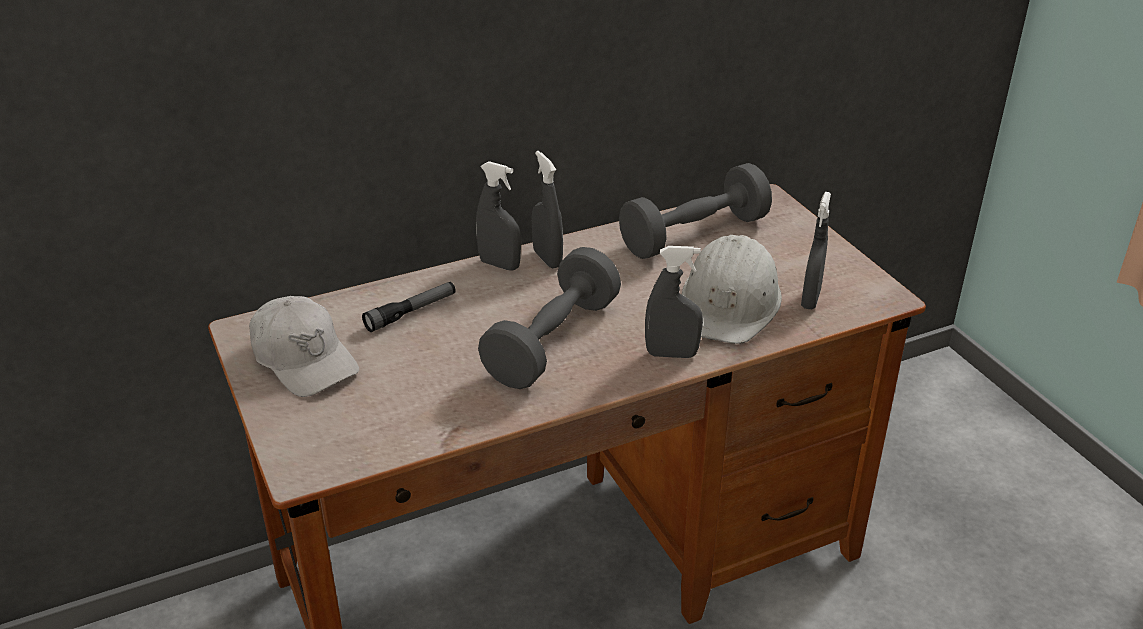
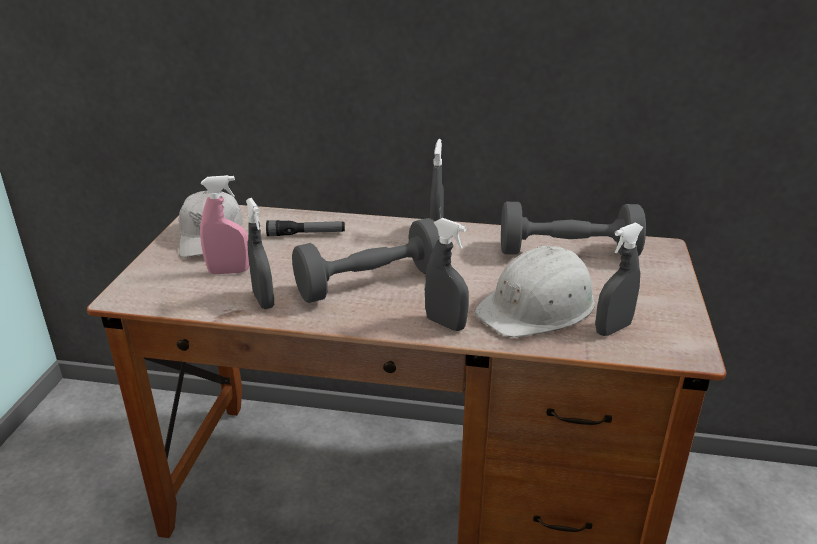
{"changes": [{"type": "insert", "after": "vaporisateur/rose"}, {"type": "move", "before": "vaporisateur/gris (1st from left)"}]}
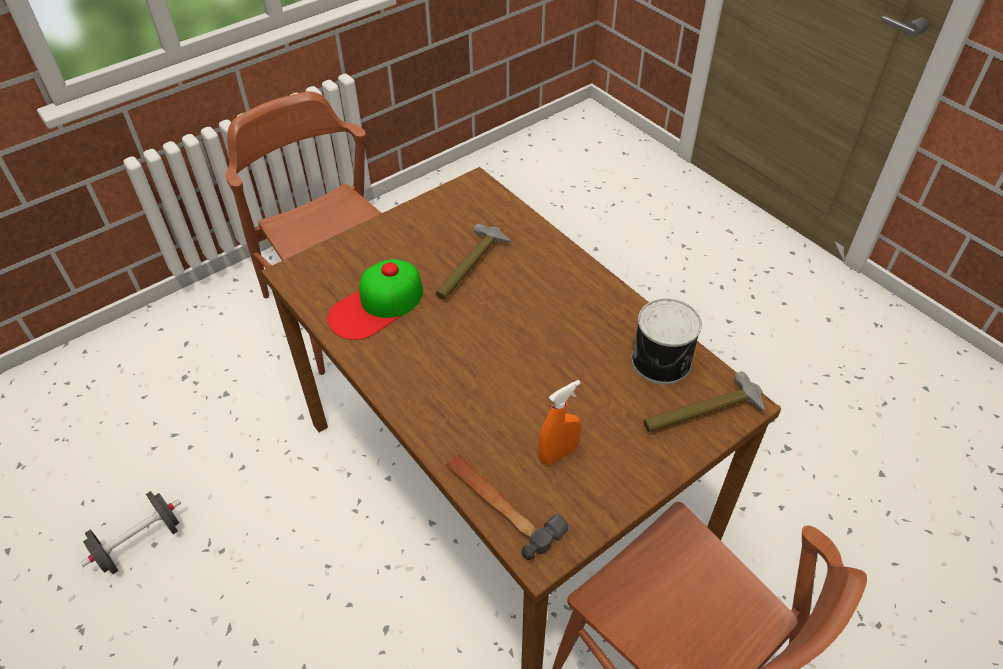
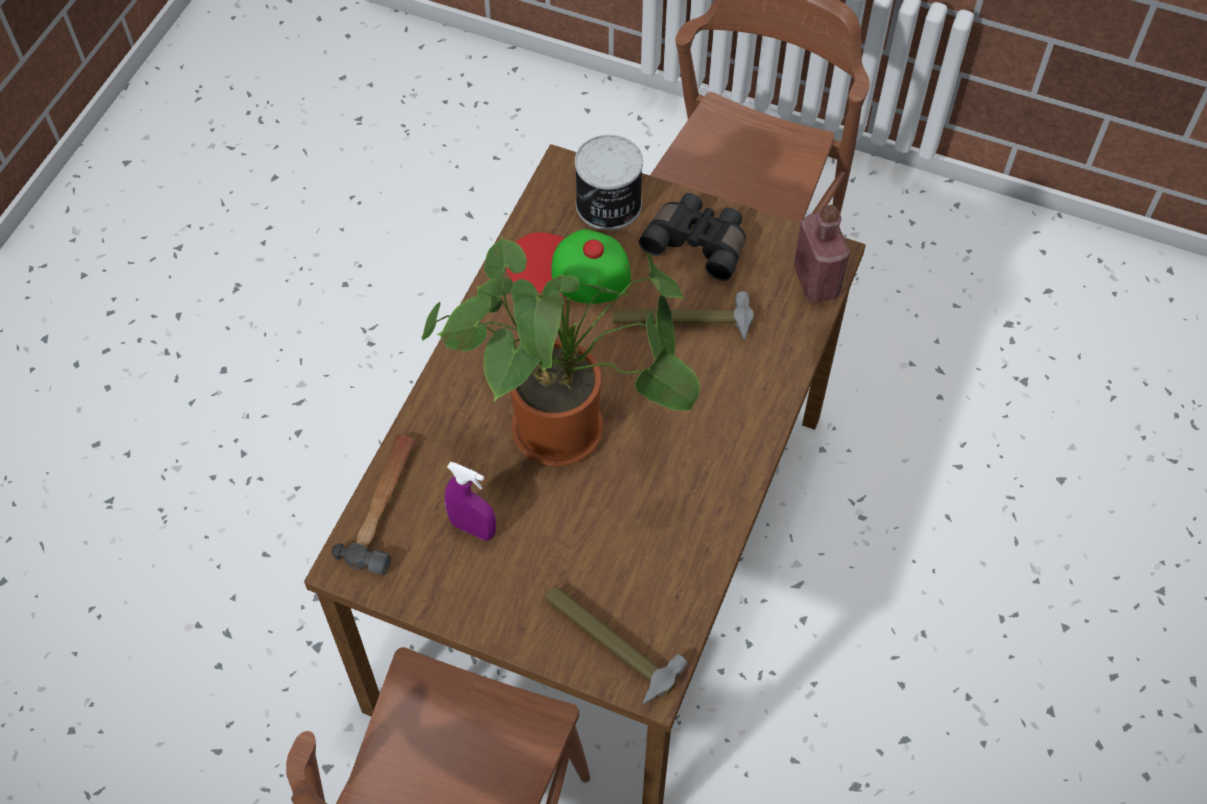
{"changes": [{"type": "delete", "before": "haltère/noir"}, {"type": "insert", "after": "plante en pot"}, {"type": "insert", "after": "jumelles/noir"}, {"type": "insert", "after": "bouteille/rouge"}, {"type": "move", "before": "boîte métallique"}, {"type": "recolor", "before": "vaporisateur/orange", "after": "vaporisateur/violet"}]}
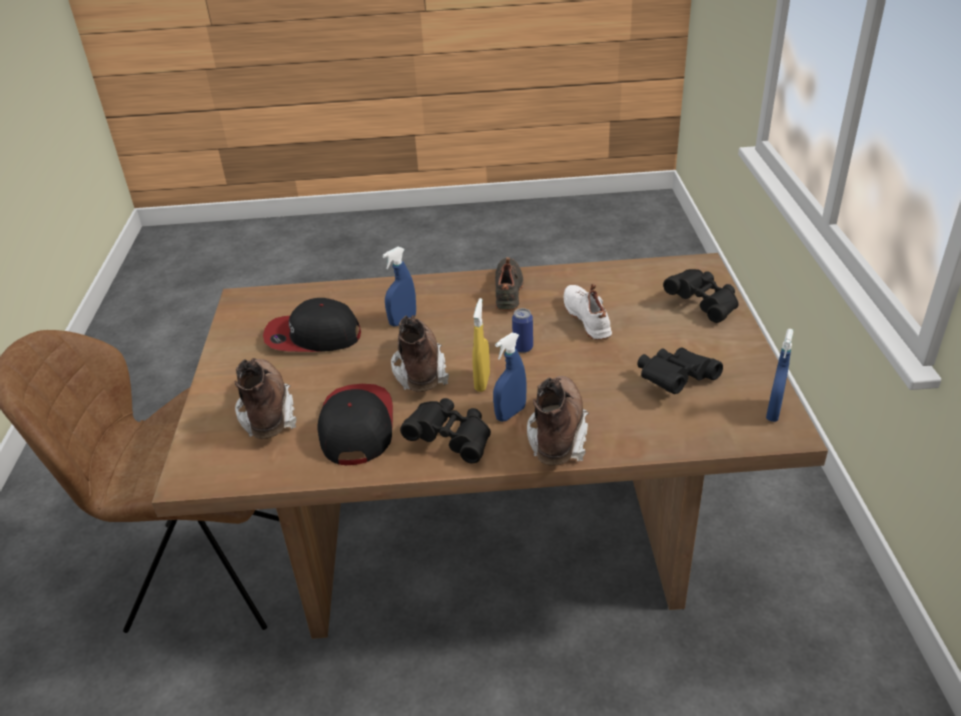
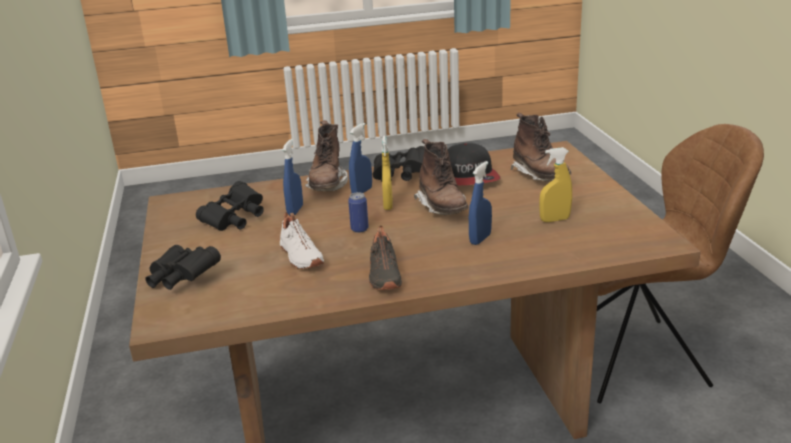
{"changes": [{"type": "move", "before": "vaporisateur/bleu (3rd from left in the first image)", "after": "vaporisateur/bleu (1st from left)"}, {"type": "replace", "before": "casquette (1st from left)", "after": "vaporisateur/jaune (2nd from left)"}]}
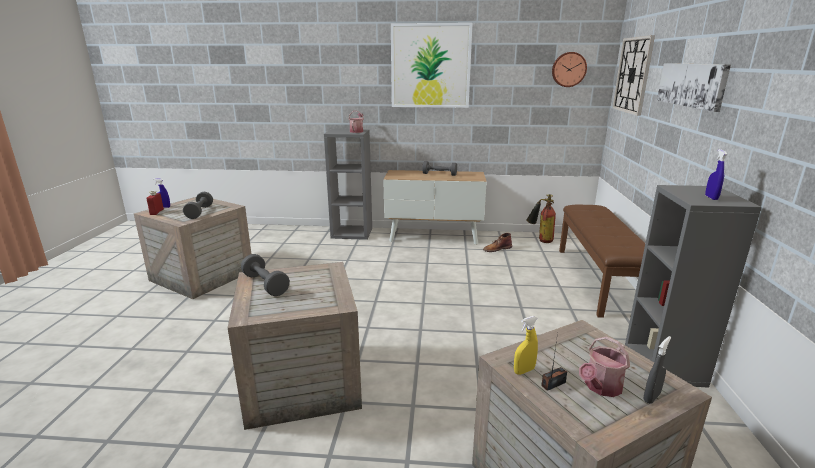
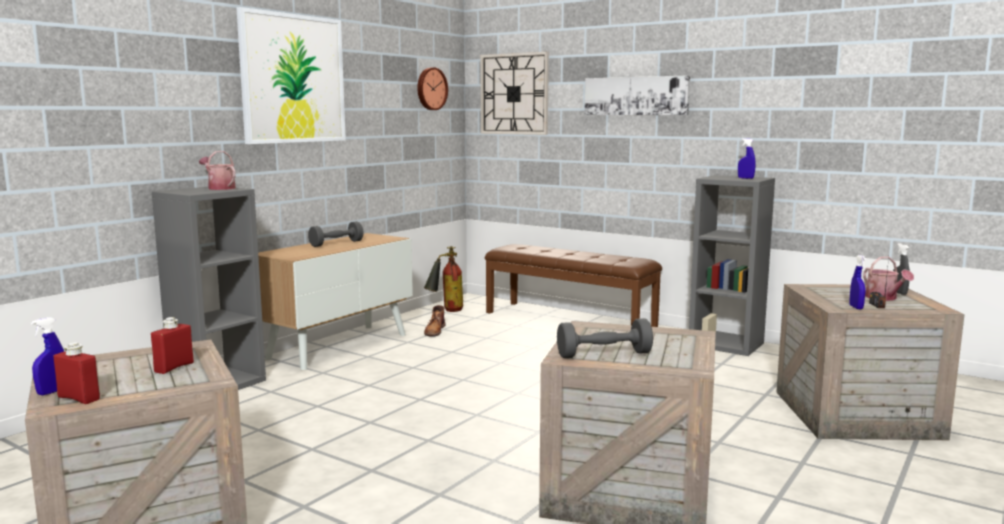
{"changes": [{"type": "replace", "before": "haltère/gris (1st from left)", "after": "bouteille/rouge (2nd from left)"}, {"type": "recolor", "before": "vaporisateur/jaune", "after": "vaporisateur/bleu (3rd from left)"}]}
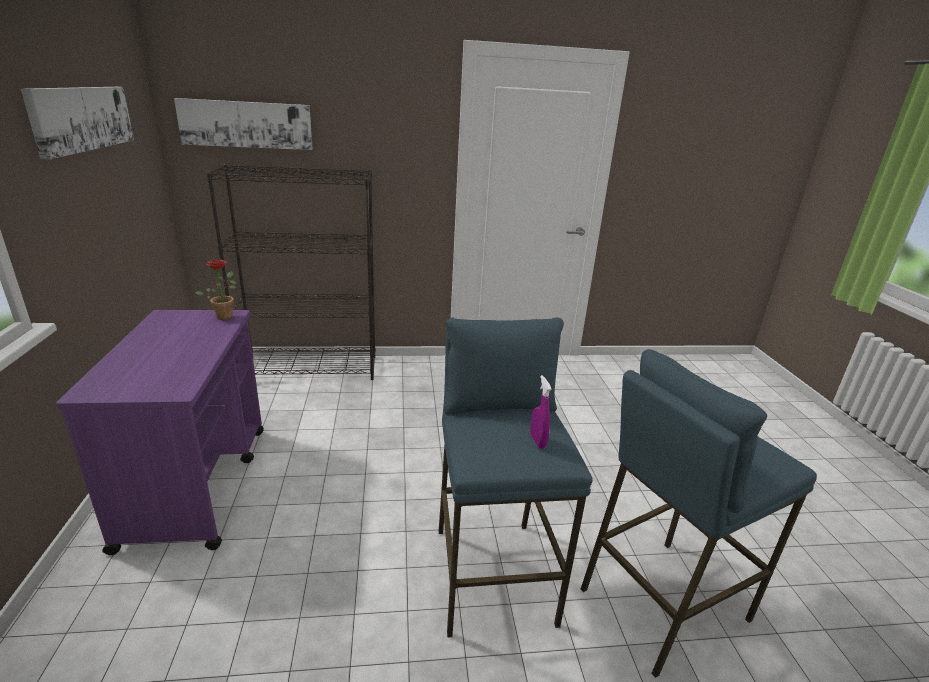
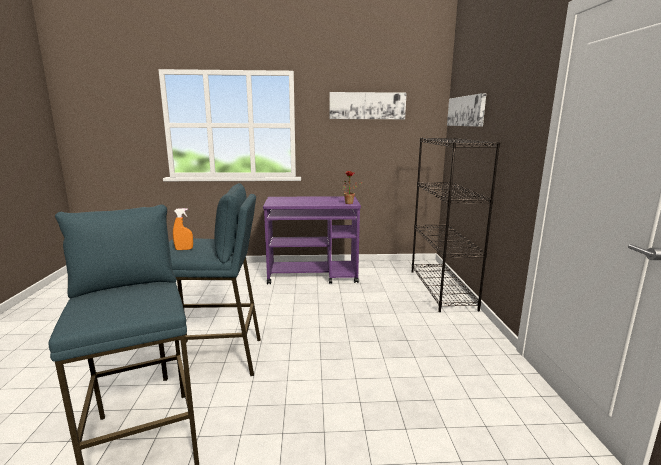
{"changes": [{"type": "recolor", "before": "vaporisateur/violet", "after": "vaporisateur/orange"}]}
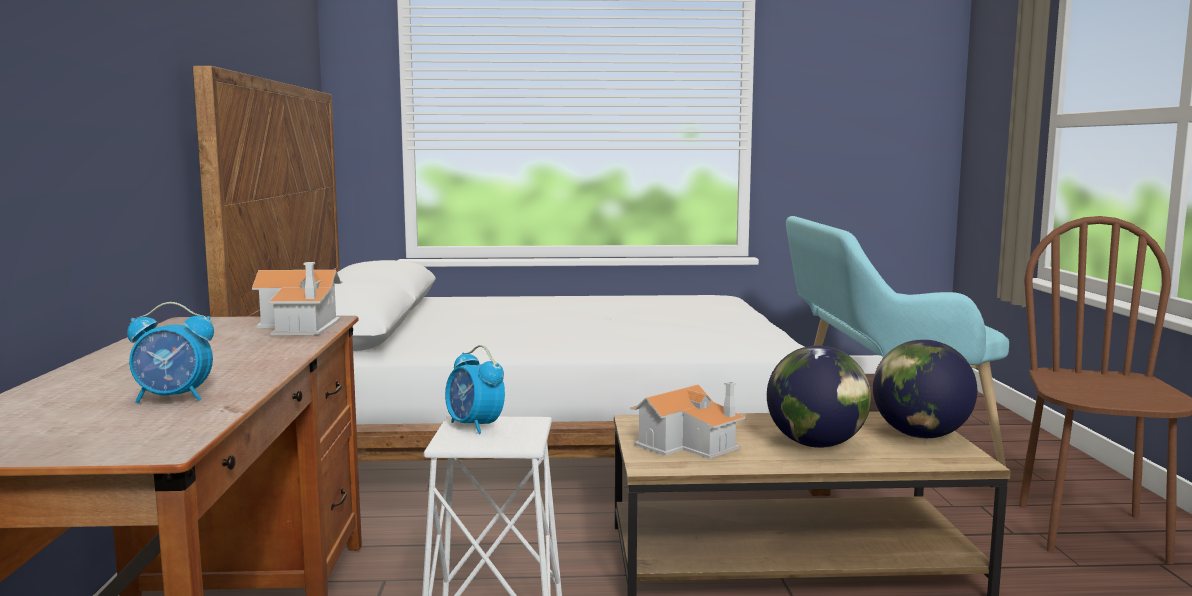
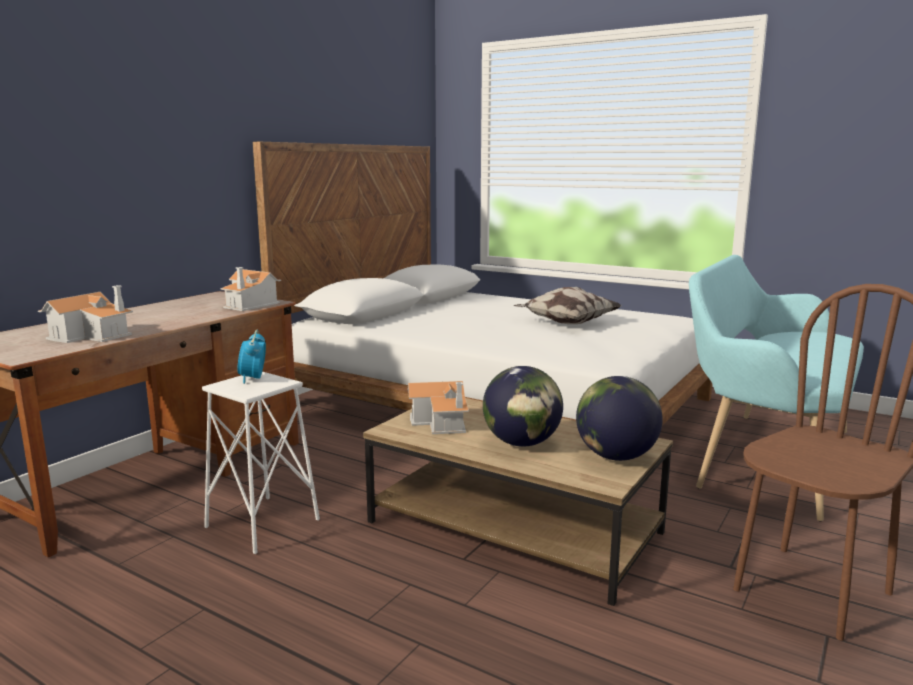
{"changes": [{"type": "insert", "after": "coussin"}, {"type": "replace", "before": "réveil (1st from left)", "after": "maison miniature (1st from left)"}]}
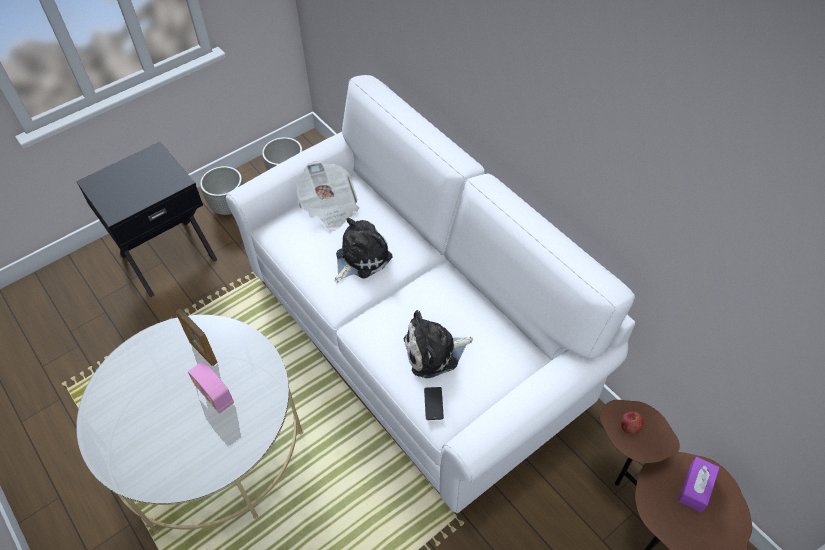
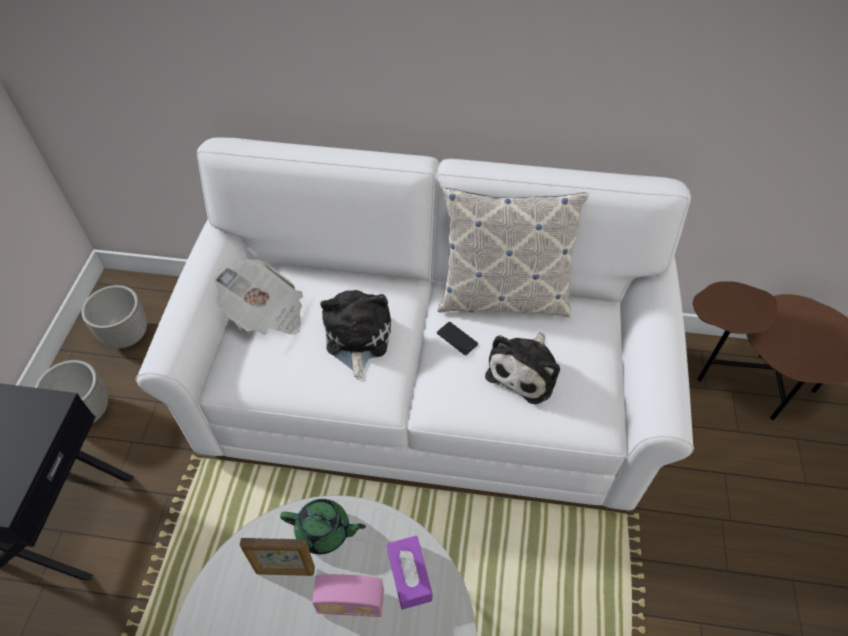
{"changes": [{"type": "delete", "before": "pomme"}, {"type": "insert", "after": "théière/vert"}, {"type": "insert", "after": "coussin"}, {"type": "move", "before": "téléphone"}, {"type": "move", "before": "boîte à mouchoirs/violet"}]}
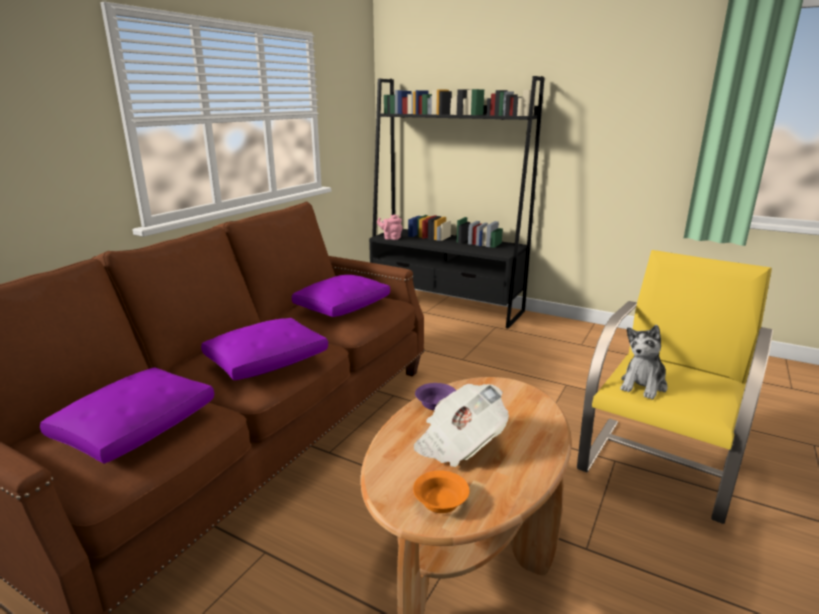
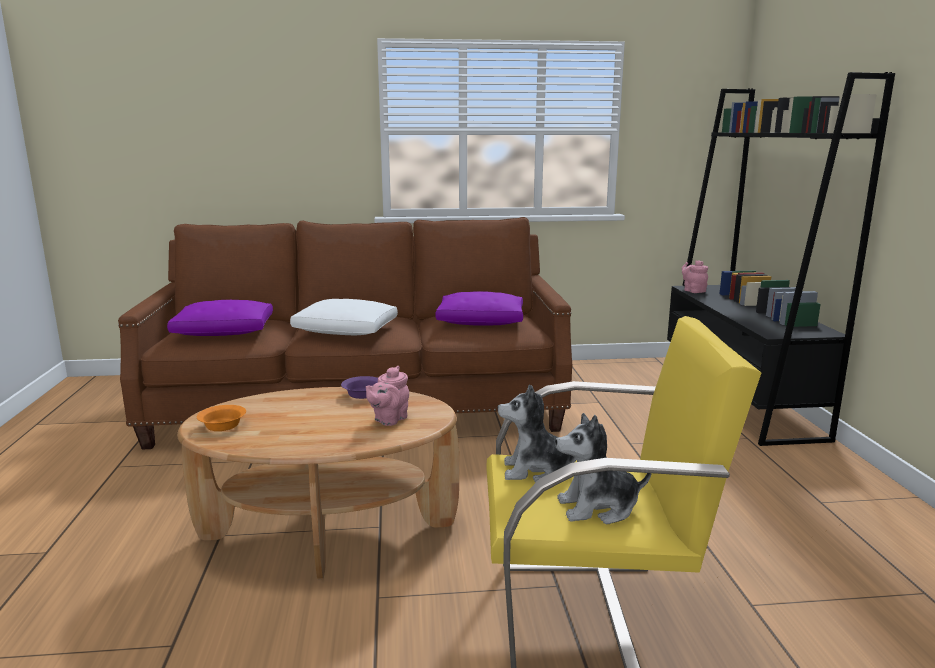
{"changes": [{"type": "delete", "before": "journal"}, {"type": "insert", "after": "théière/rose (1st from left)"}, {"type": "insert", "after": "peluche (2nd from left)"}, {"type": "recolor", "before": "coussin/violet (2nd from left)", "after": "coussin/blanc"}]}
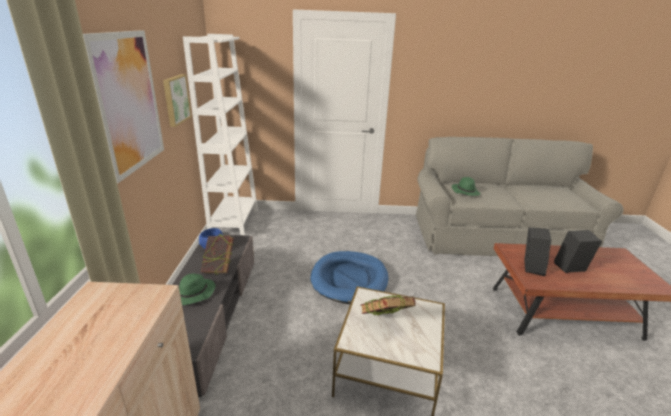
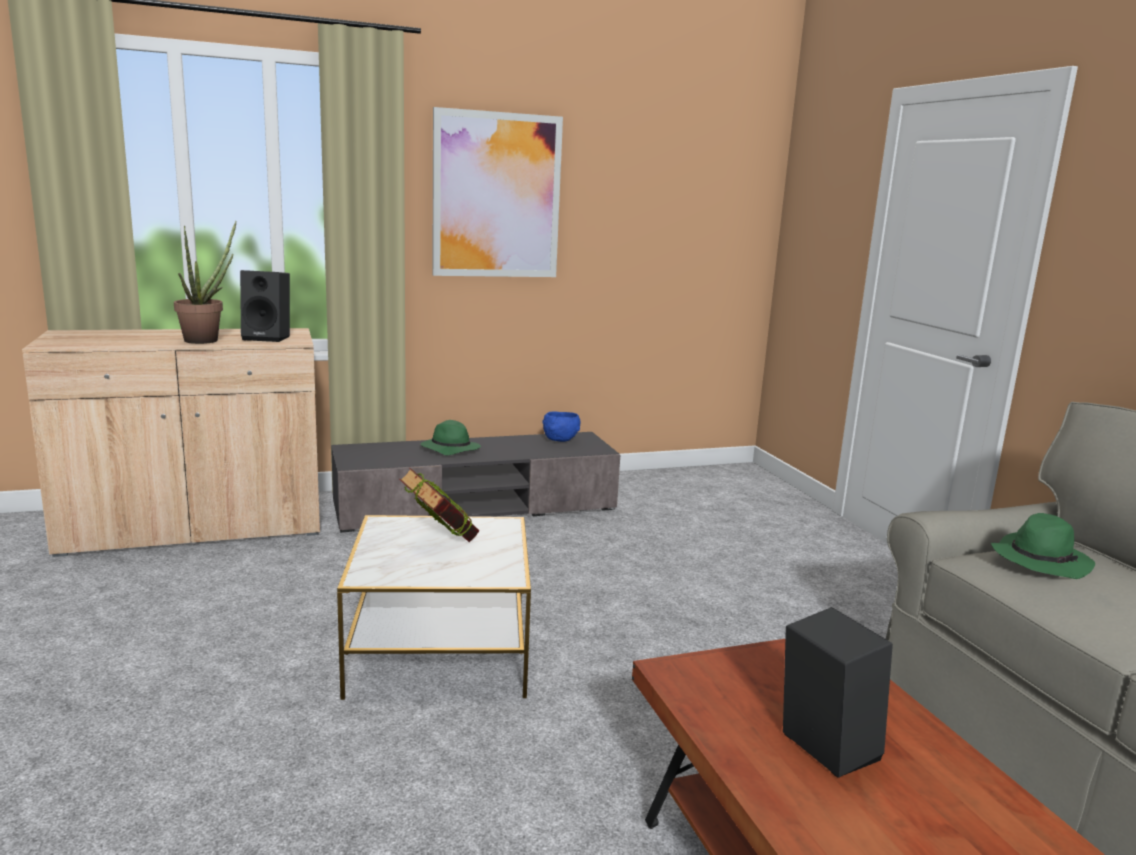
{"changes": [{"type": "delete", "before": "tableau (2nd from left)"}, {"type": "delete", "before": "bibliothèque/blanc"}, {"type": "delete", "before": "livre (1st from left)"}, {"type": "delete", "before": "panier pour chien/bleu"}, {"type": "insert", "after": "plante en pot"}, {"type": "move", "before": "enceinte/noir (1st from left)"}]}
